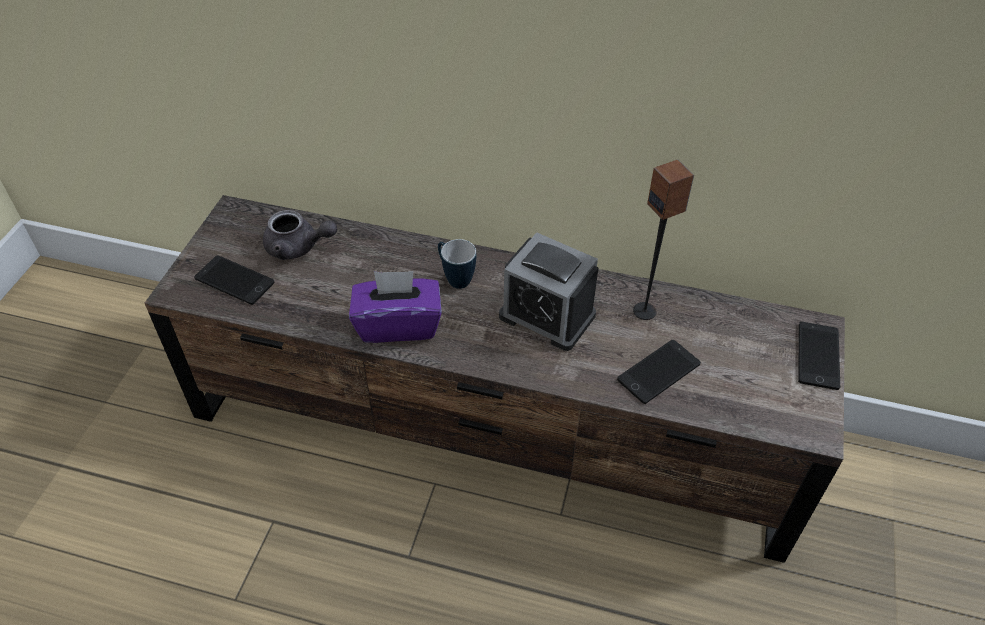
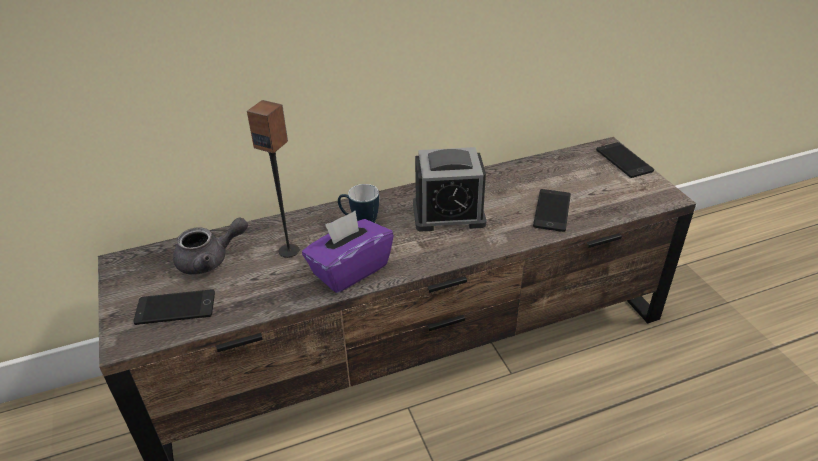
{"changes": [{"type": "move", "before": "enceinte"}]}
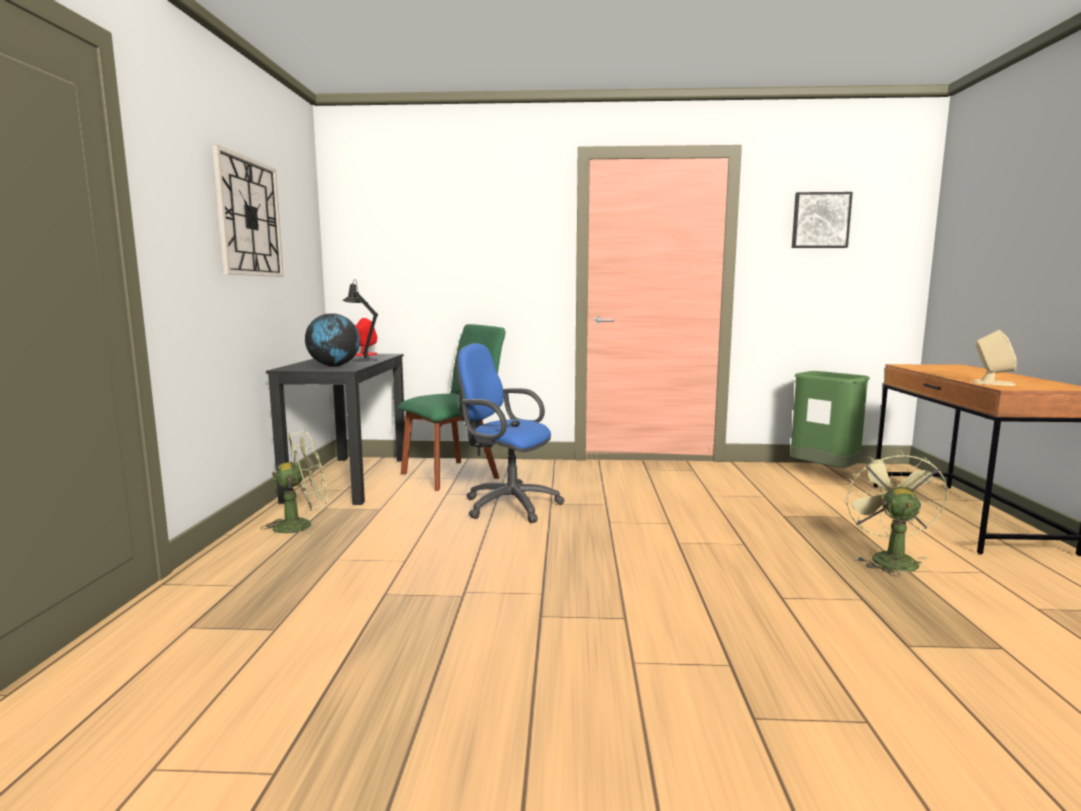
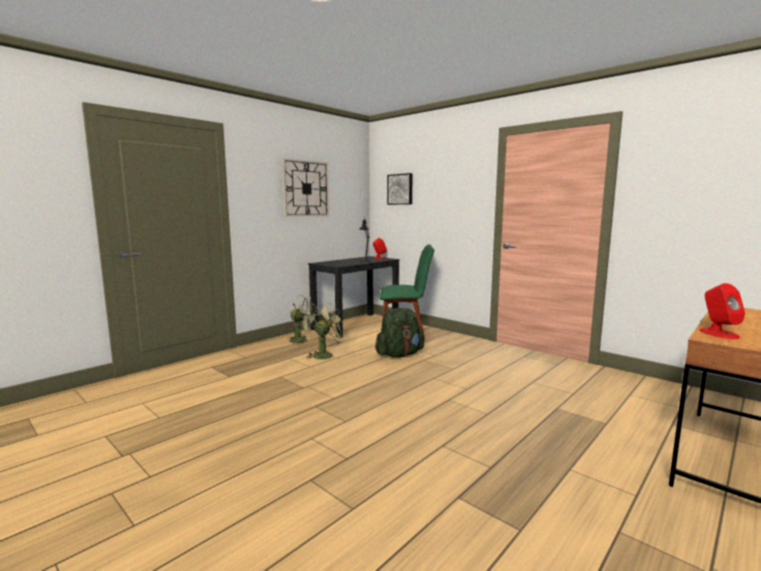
{"changes": [{"type": "delete", "before": "globe"}, {"type": "delete", "before": "poubelle/vert"}, {"type": "move", "before": "tableau"}, {"type": "move", "before": "ventilateur/vert (2nd from left)"}, {"type": "replace", "before": "chaise de bureau/bleu", "after": "sac à dos/vert"}, {"type": "recolor", "before": "enceinte/beige", "after": "enceinte/rouge (2nd from left)"}]}
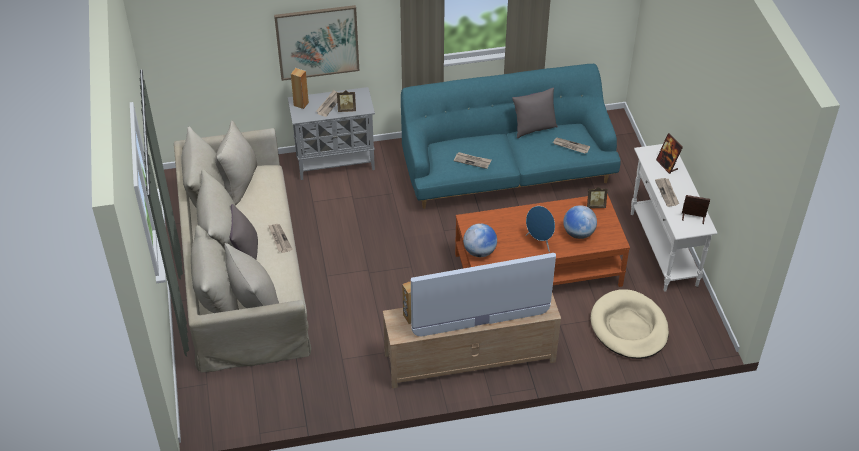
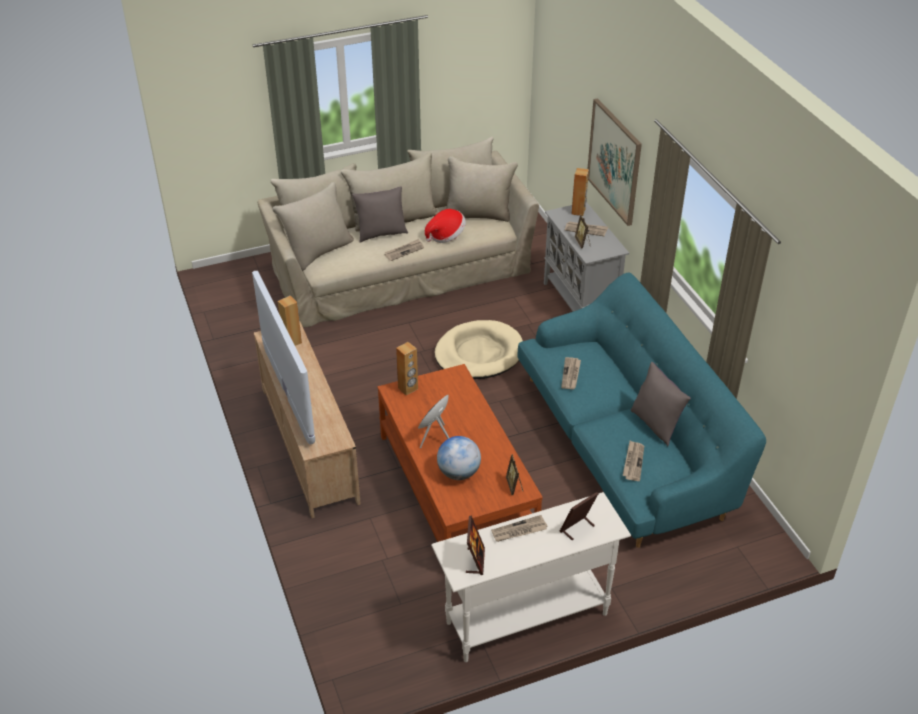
{"changes": [{"type": "insert", "after": "chapeau"}, {"type": "move", "before": "panier pour chien/beige"}, {"type": "replace", "before": "globe (1st from left)", "after": "enceinte/marron (2nd from left)"}]}
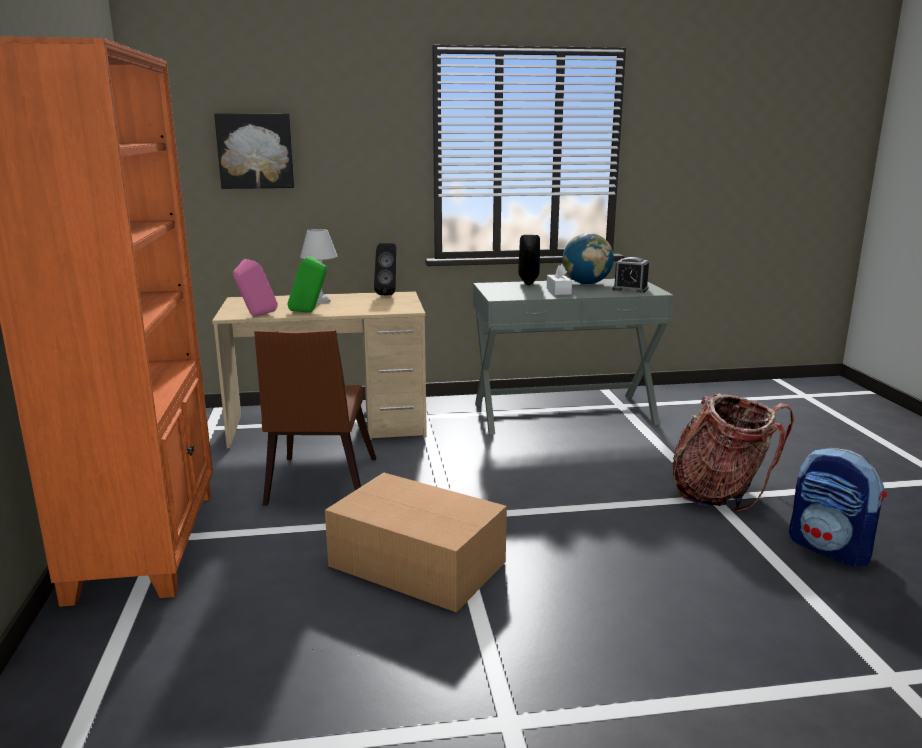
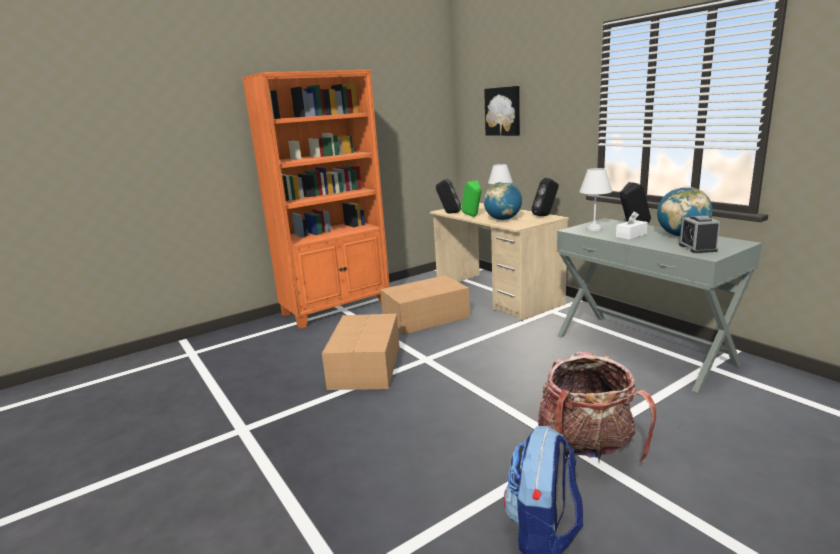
{"changes": [{"type": "insert", "after": "globe (1st from left)"}, {"type": "insert", "after": "lampe de table/blanc (2nd from left)"}, {"type": "replace", "before": "chaise/marron", "after": "carton (2nd from left)"}, {"type": "recolor", "before": "enceinte/rose", "after": "enceinte/noir (1st from left)"}]}
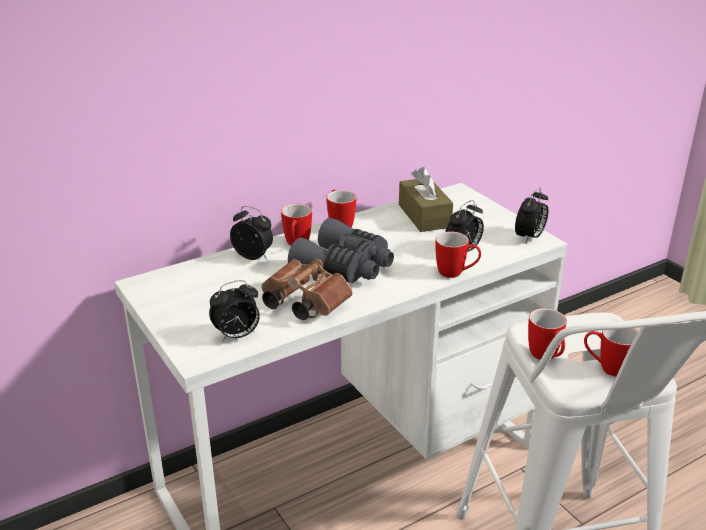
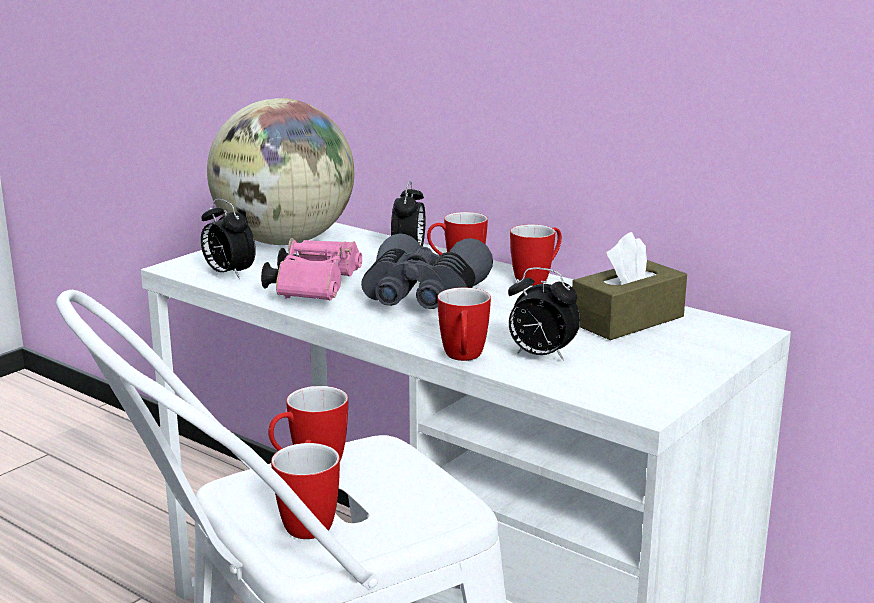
{"changes": [{"type": "delete", "before": "réveil (4th from left)"}, {"type": "insert", "after": "globe"}, {"type": "recolor", "before": "jumelles/marron", "after": "jumelles/rose"}]}
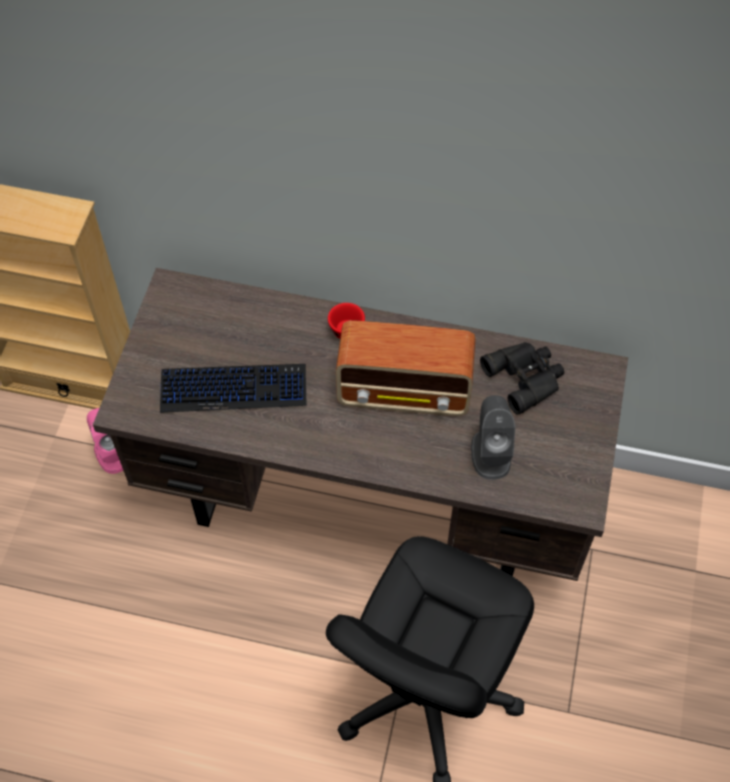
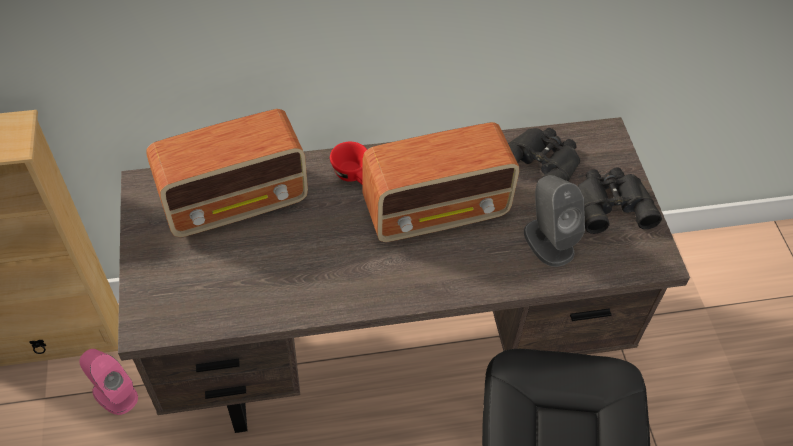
{"changes": [{"type": "delete", "before": "clavier"}, {"type": "insert", "after": "radio (1st from left)"}, {"type": "insert", "after": "jumelles/noir (2nd from left)"}]}
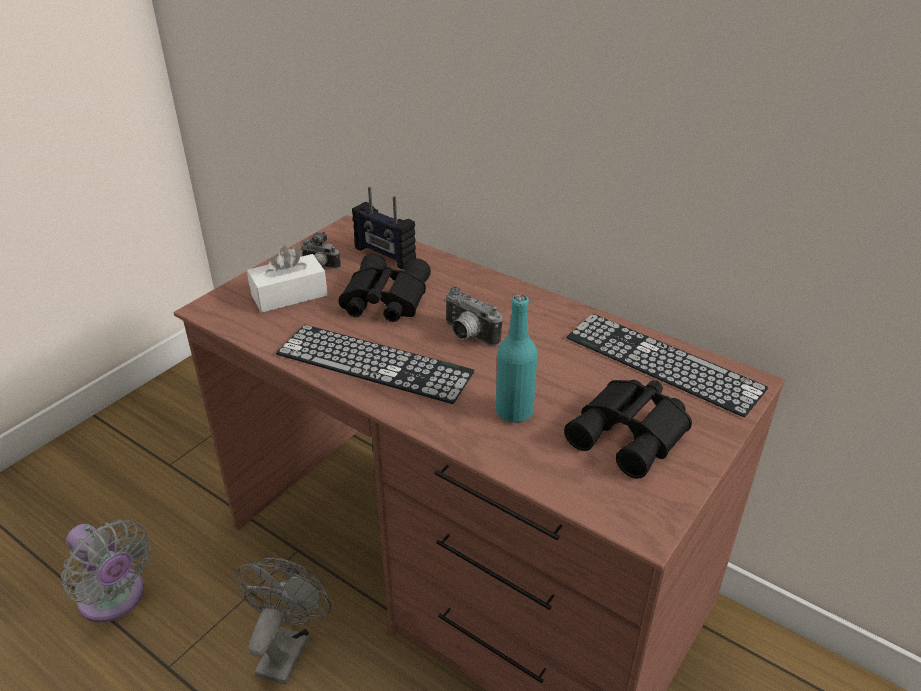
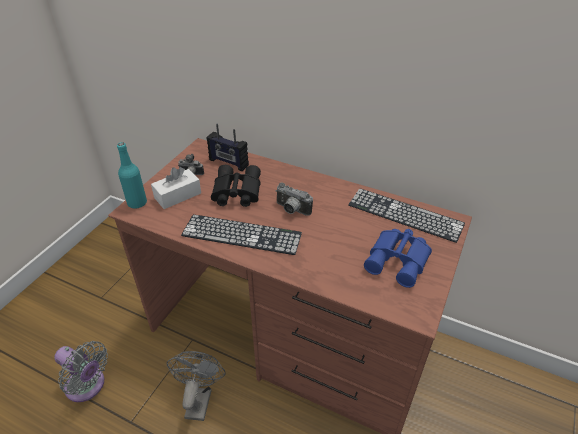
{"changes": [{"type": "move", "before": "bouteille/turquoise"}, {"type": "recolor", "before": "jumelles/noir (2nd from left)", "after": "jumelles/bleu"}]}
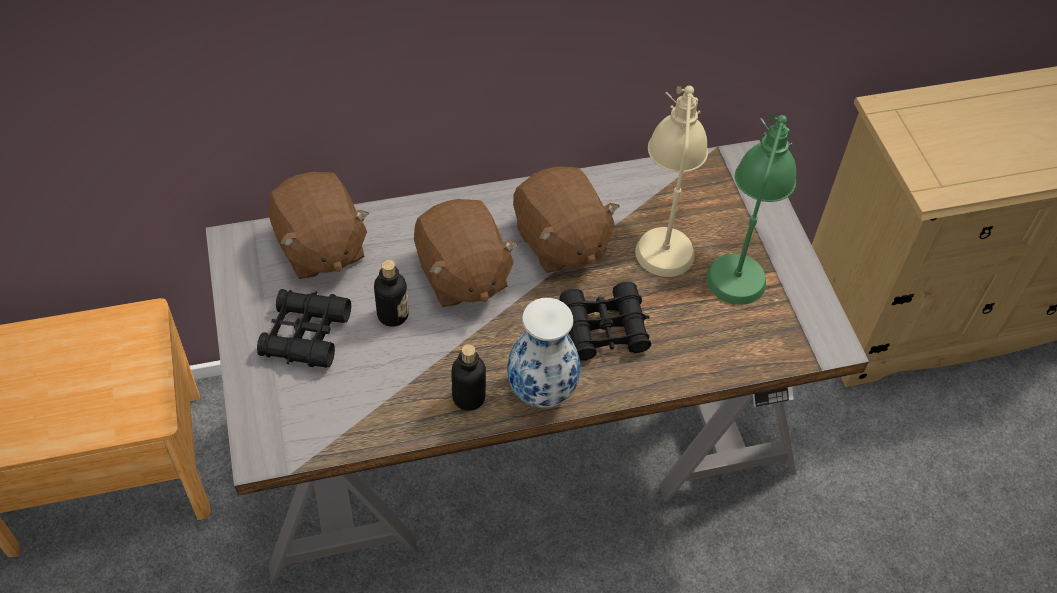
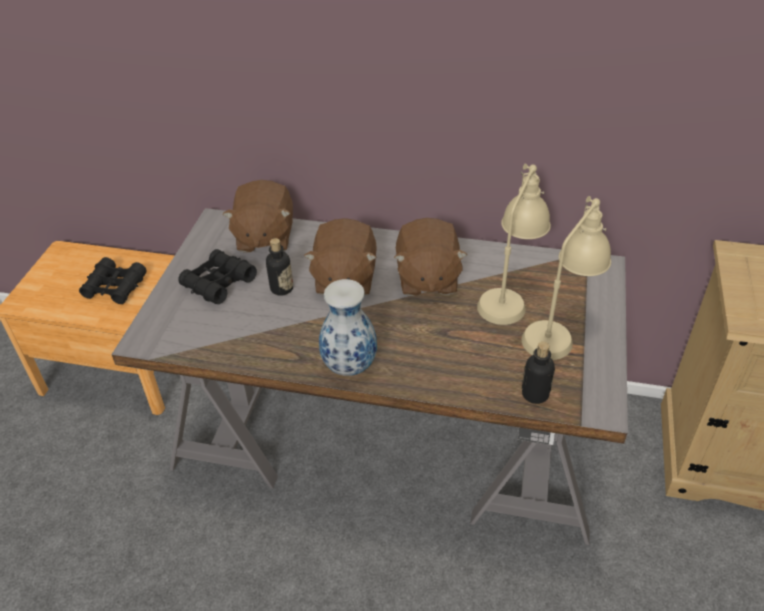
{"changes": [{"type": "move", "before": "bouteille (2nd from left)"}, {"type": "move", "before": "jumelles/noir (2nd from left in the first image)", "after": "jumelles/noir (1st from left)"}, {"type": "recolor", "before": "lampe de table/vert", "after": "lampe de table/beige (2nd from left)"}]}
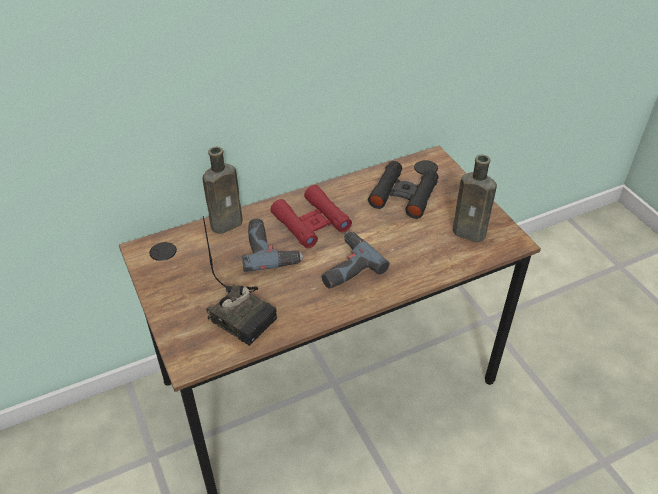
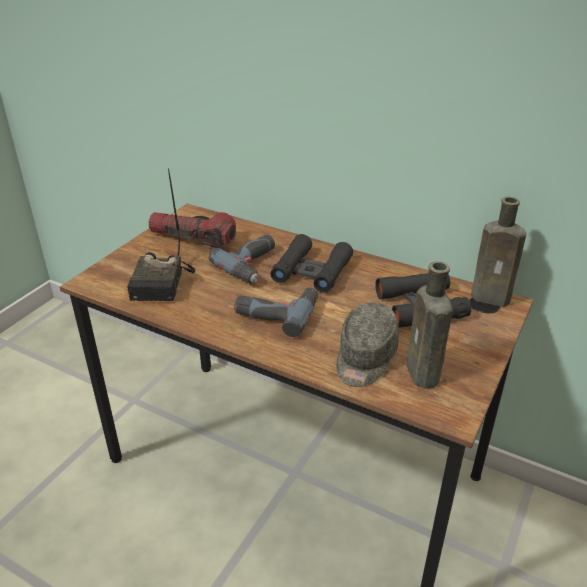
{"changes": [{"type": "insert", "after": "lampe de poche"}, {"type": "insert", "after": "casquette/gris"}, {"type": "move", "before": "bouteille/marron (1st from left in the first image)", "after": "bouteille/marron (2nd from left)"}, {"type": "recolor", "before": "jumelles/rouge", "after": "jumelles/noir (1st from left)"}]}
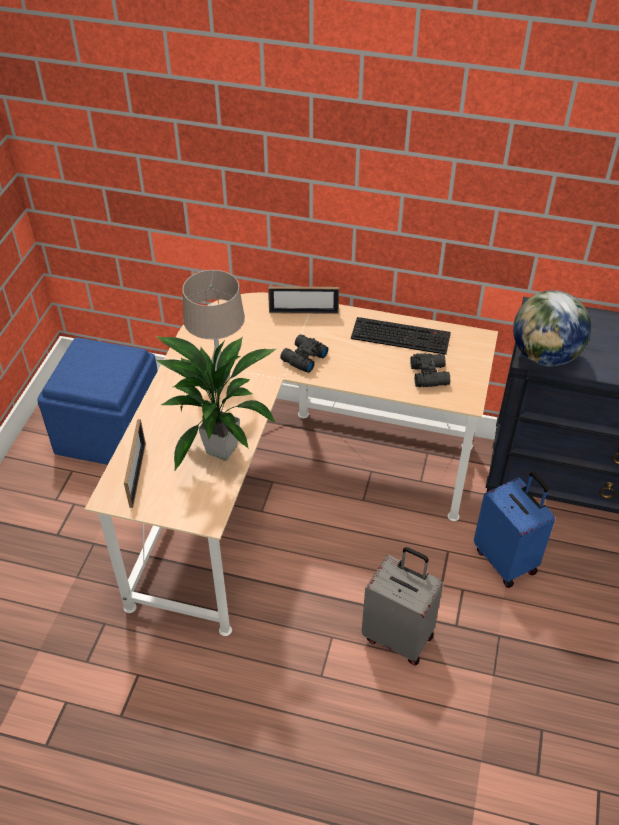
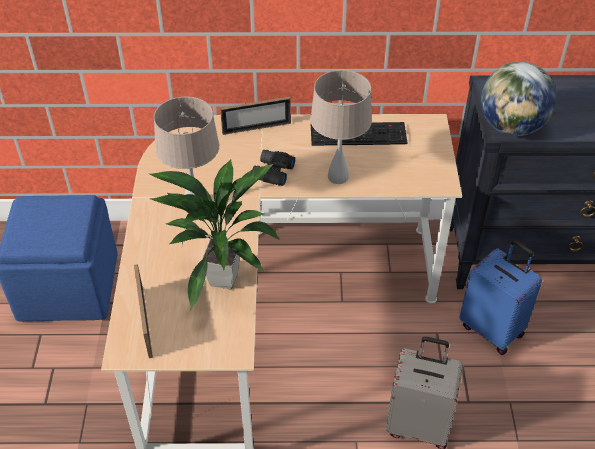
{"changes": [{"type": "delete", "before": "jumelles/noir (2nd from left)"}, {"type": "insert", "after": "lampe de table/beige (2nd from left)"}]}
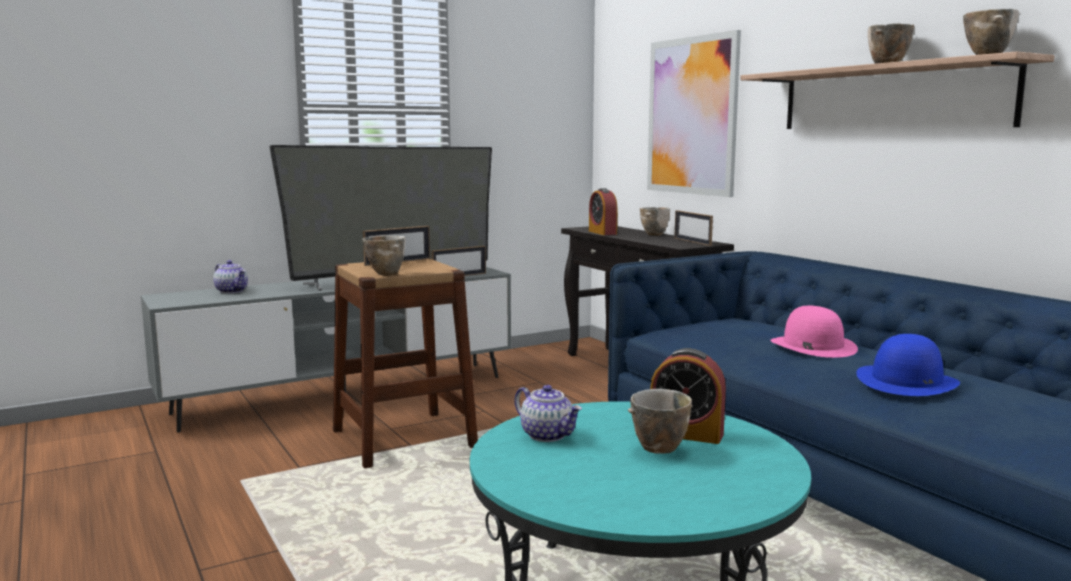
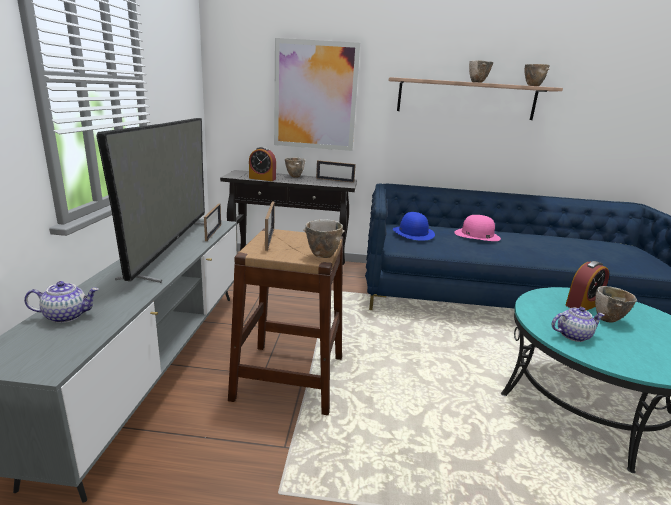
{"changes": [{"type": "move", "before": "chapeau/bleu"}]}
